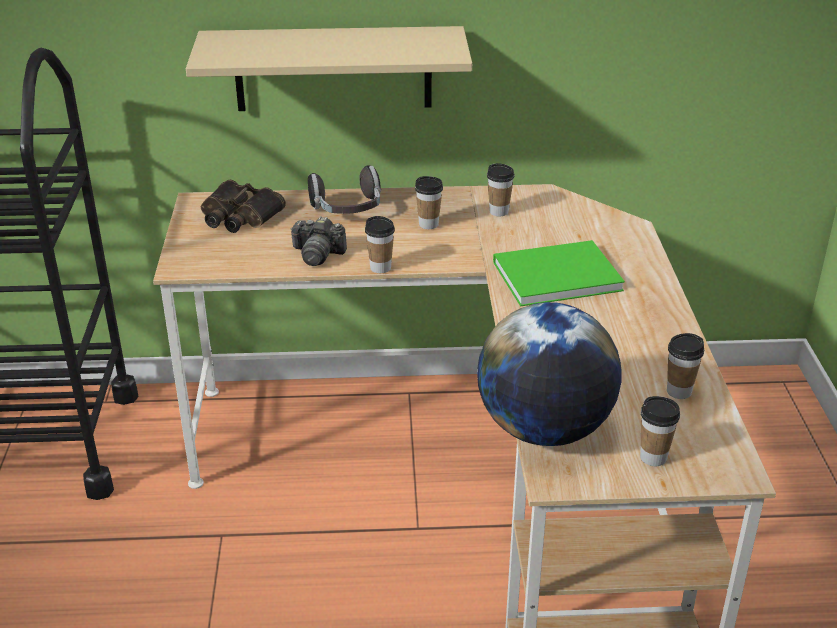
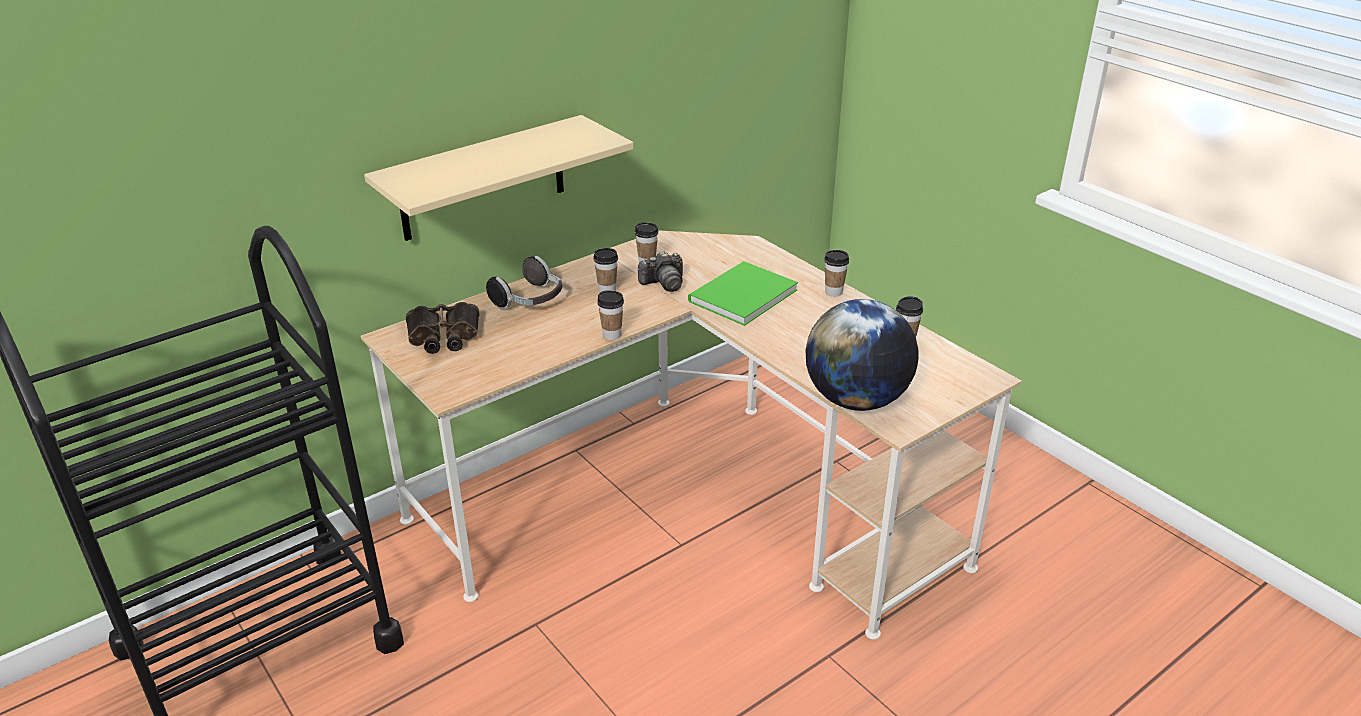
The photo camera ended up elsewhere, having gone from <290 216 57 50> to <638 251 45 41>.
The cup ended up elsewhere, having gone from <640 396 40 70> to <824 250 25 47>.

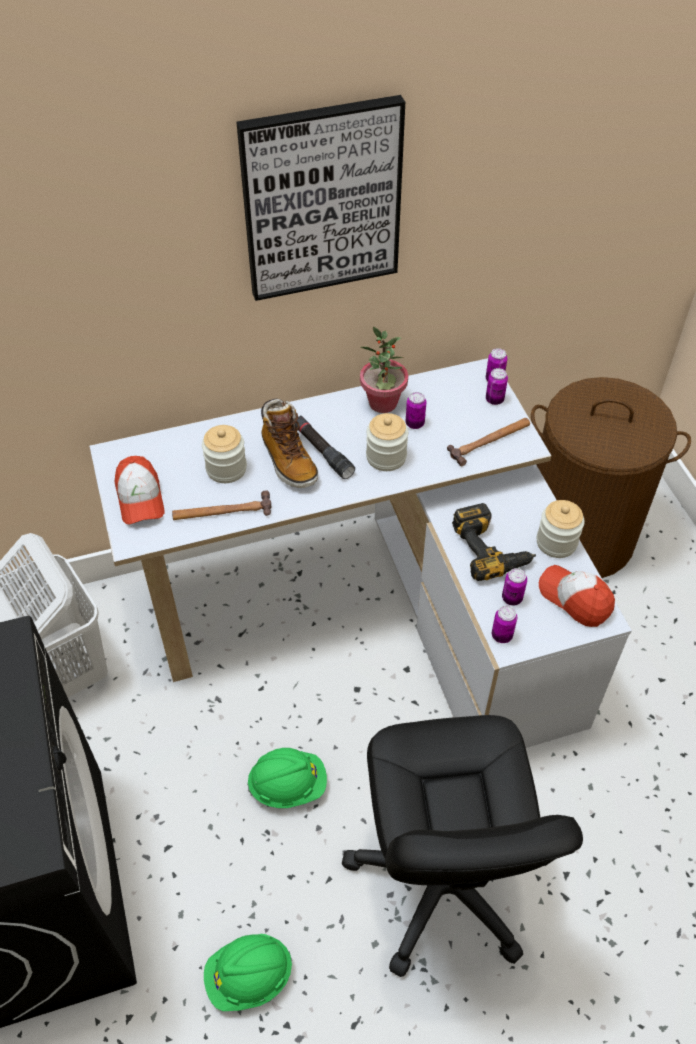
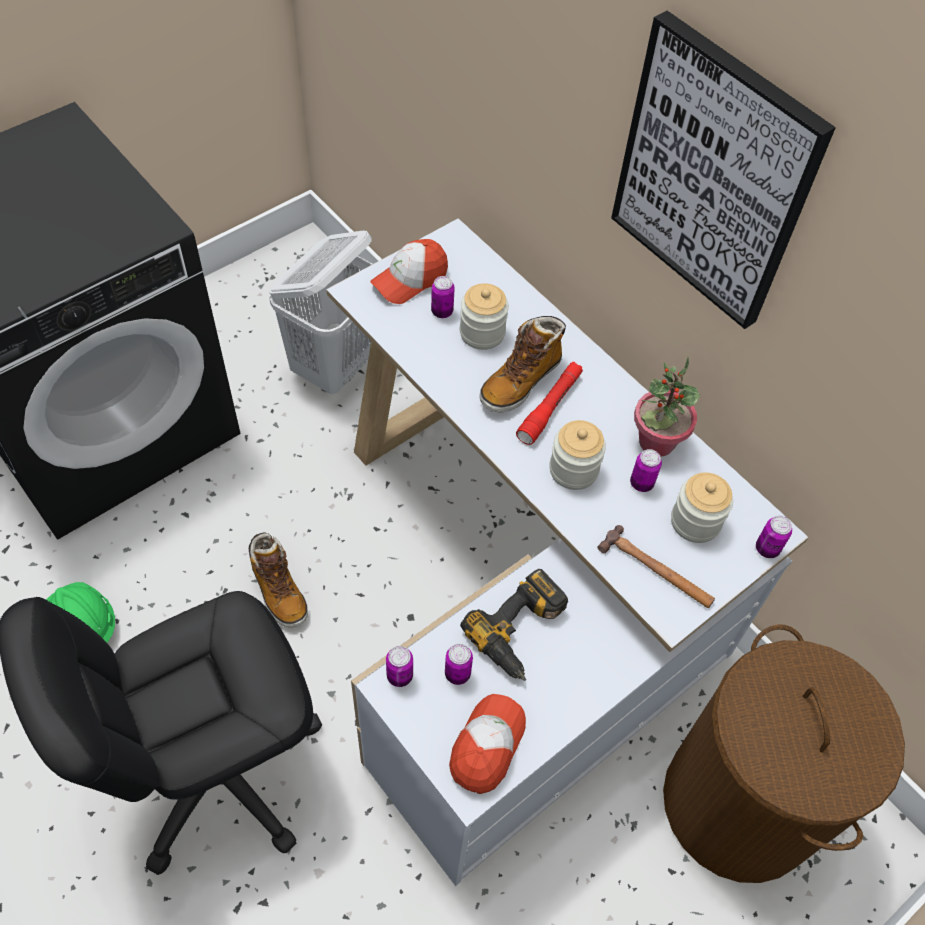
The can ended up elsewhere, having gone from <486 368 22 37> to <431 276 24 42>.
What was the black flashlight at <295 416 60 63> turned into the red flashlight at <516 362 67 83>.
The second view lost the hammer at <172 490 100 30>.
The jar ended up elsewhere, having gone from <537 500 48 58> to <671 472 62 71>.
Where the green hard hat stood at <247 748 80 60>, the boot came to stand at <249 532 59 95>.

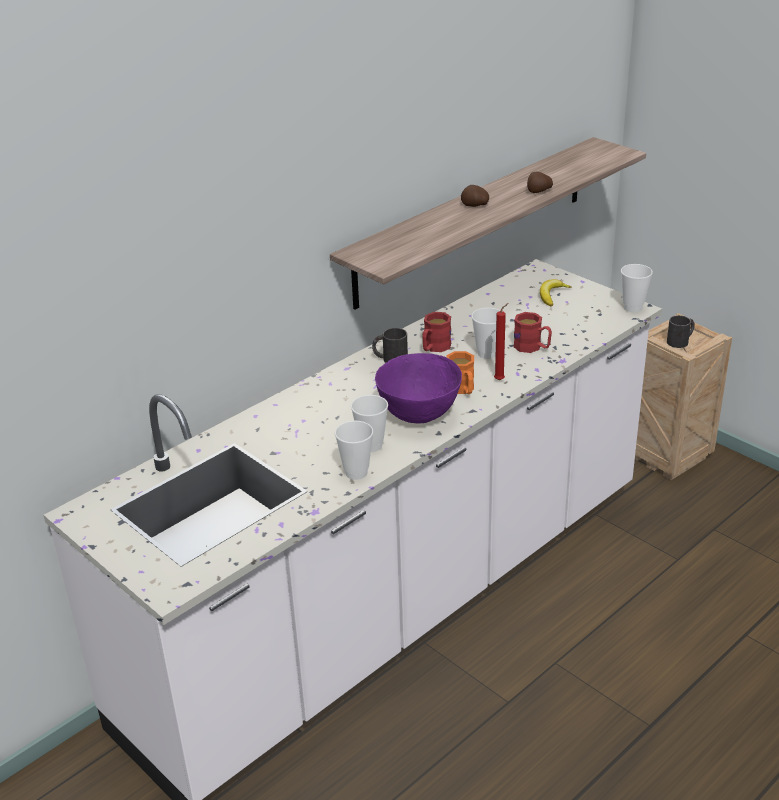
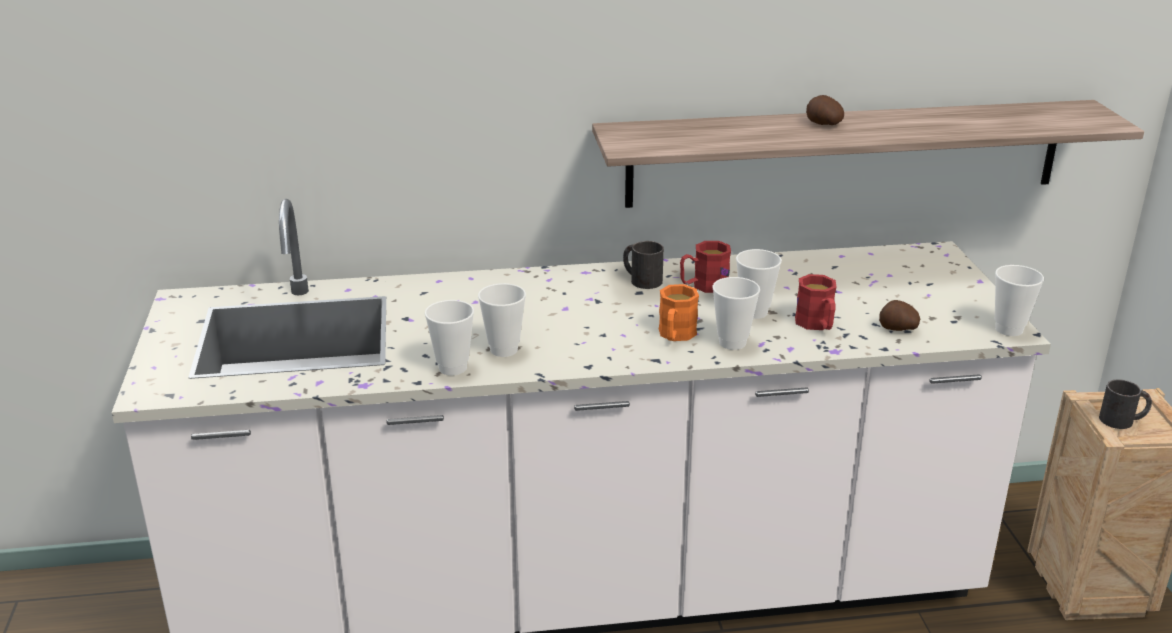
The potato ended up elsewhere, having gone from <527 172 26 21> to <879 300 41 31>.
The second view lost the banana at <540 279 32 27>.
Where the red candle stood at <494 303 15 78>, the cup came to stand at <712 277 48 73>.
The second view lost the purple bowl at <375 353 87 71>.

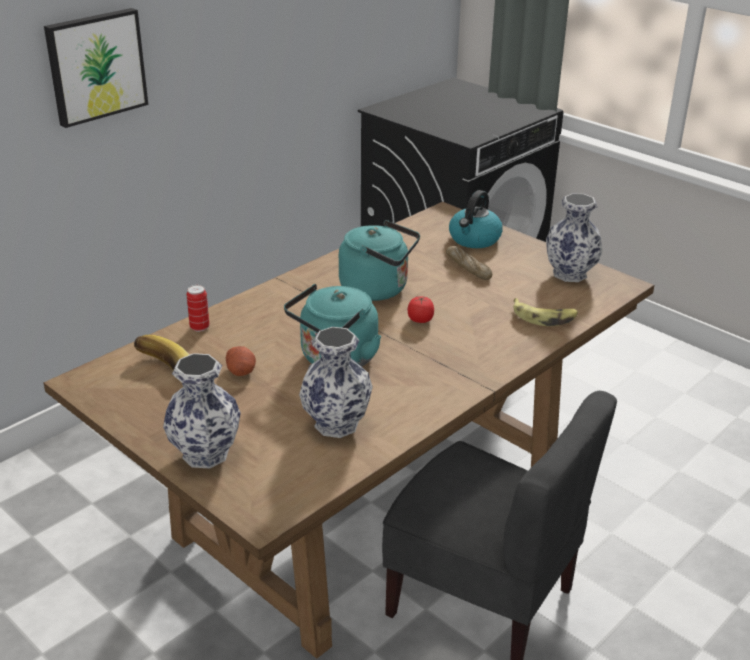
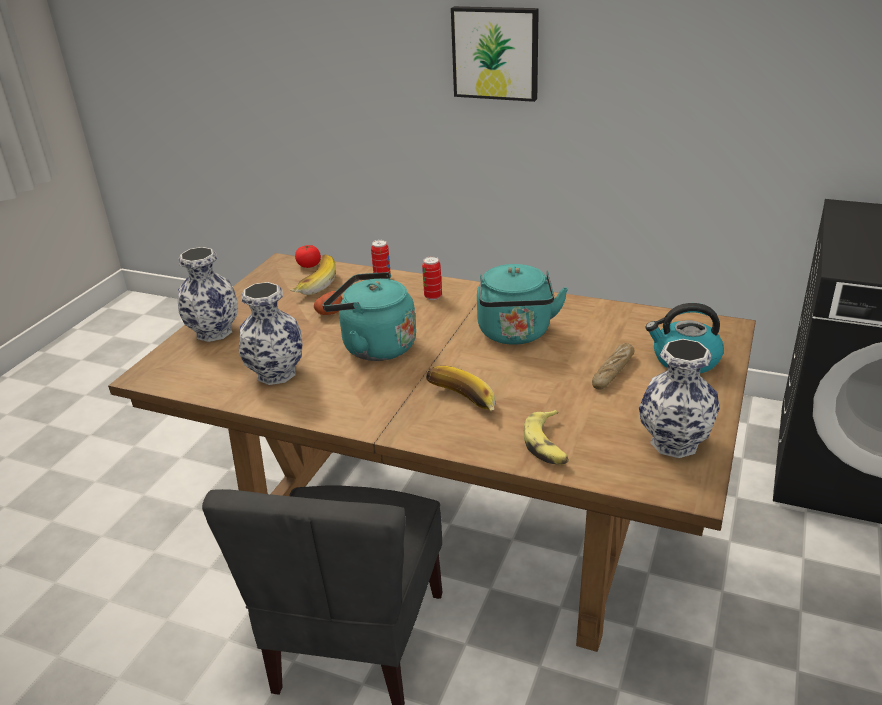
The tomato ended up elsewhere, having gone from <408 296 26 27> to <295 245 26 23>.
The second view gained the can at <422 256 20 44>.
The second view gained the banana at <426 366 69 46>.

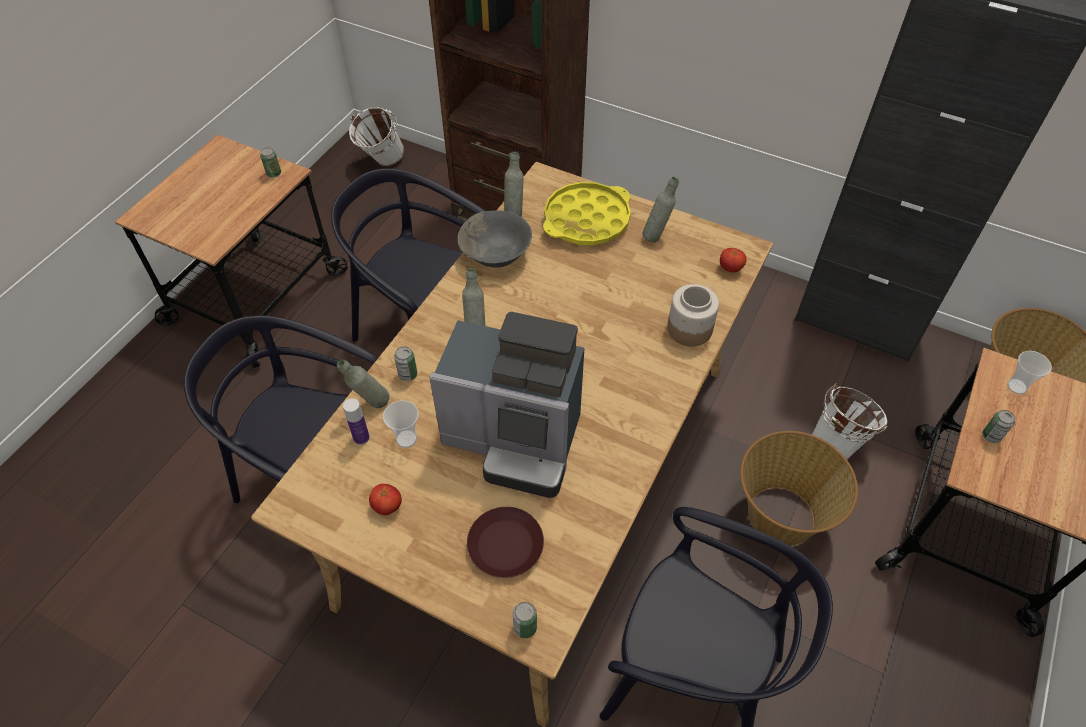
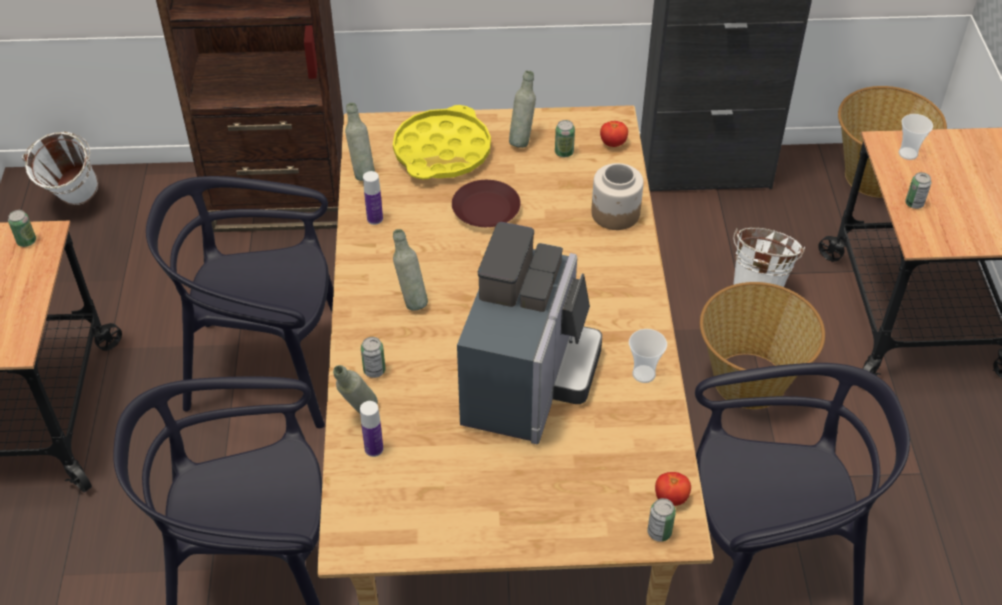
Where the grey bowl stood at <458 211 74 56>, the bottle came to stand at <363 171 20 54>.
The coffee machine at <429 312 155 186> ended up facing another way, 60 degrees counterclockwise from before.
The cup ended up elsewhere, having gone from <383 400 36 48> to <629 329 38 54>.
The tomato ended up elsewhere, having gone from <369 484 33 31> to <655 472 36 34>.
The brown plate ended up elsewhere, having gone from <467 507 77 71> to <452 180 69 47>.
The second view gained the can at <555 120 20 37>.

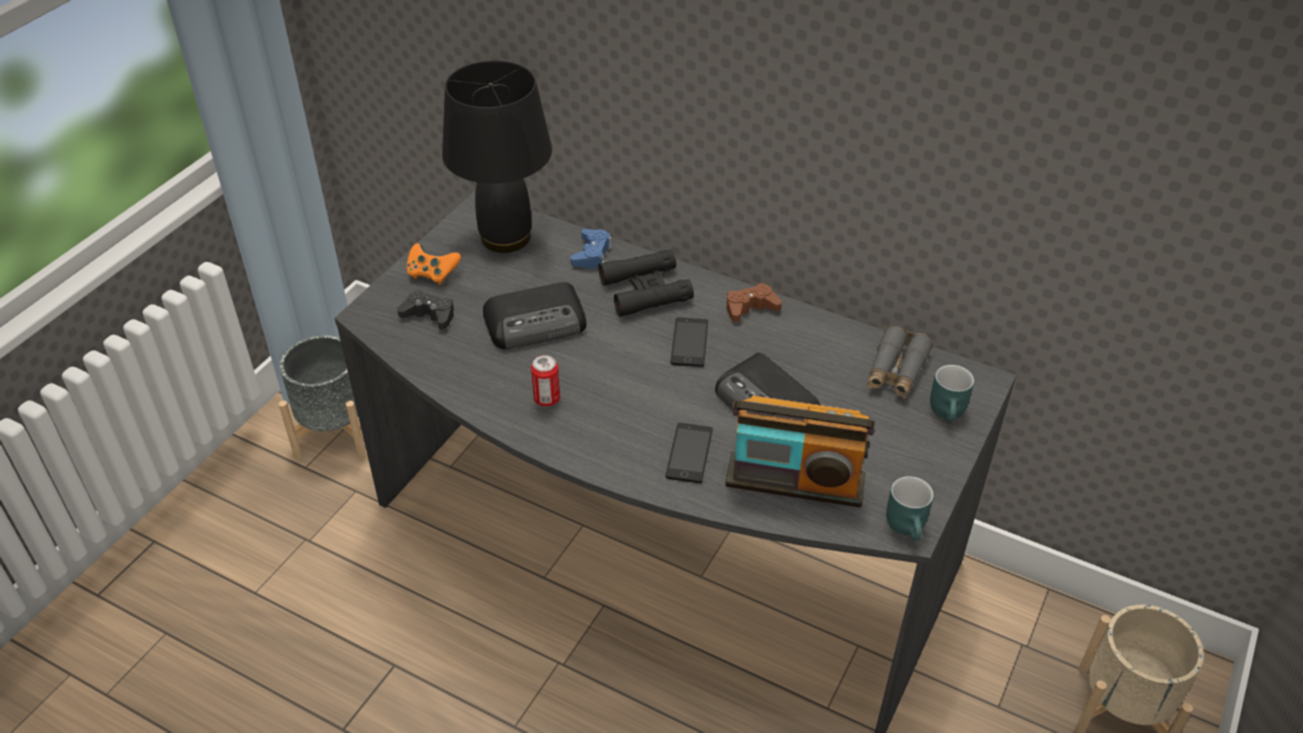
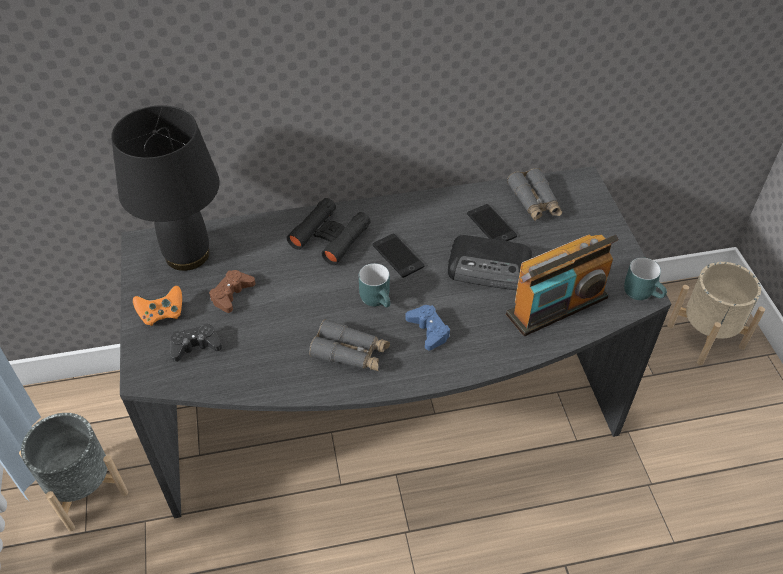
The blue game controller ended up elsewhere, having gone from <570 229 42 40> to <405 305 45 45>.
The second view lost the radio at <483 282 103 67>.
The brown game controller ended up elsewhere, having gone from <727 283 55 39> to <209 270 46 43>.
Where the can stood at <531 355 29 51>, the grey binoculars came to stand at <309 319 81 52>.
The turquoise mug ended up elsewhere, having gone from <930 365 44 57> to <359 263 32 44>.
The phone ended up elsewhere, having gone from <665 423 48 60> to <467 204 50 37>.

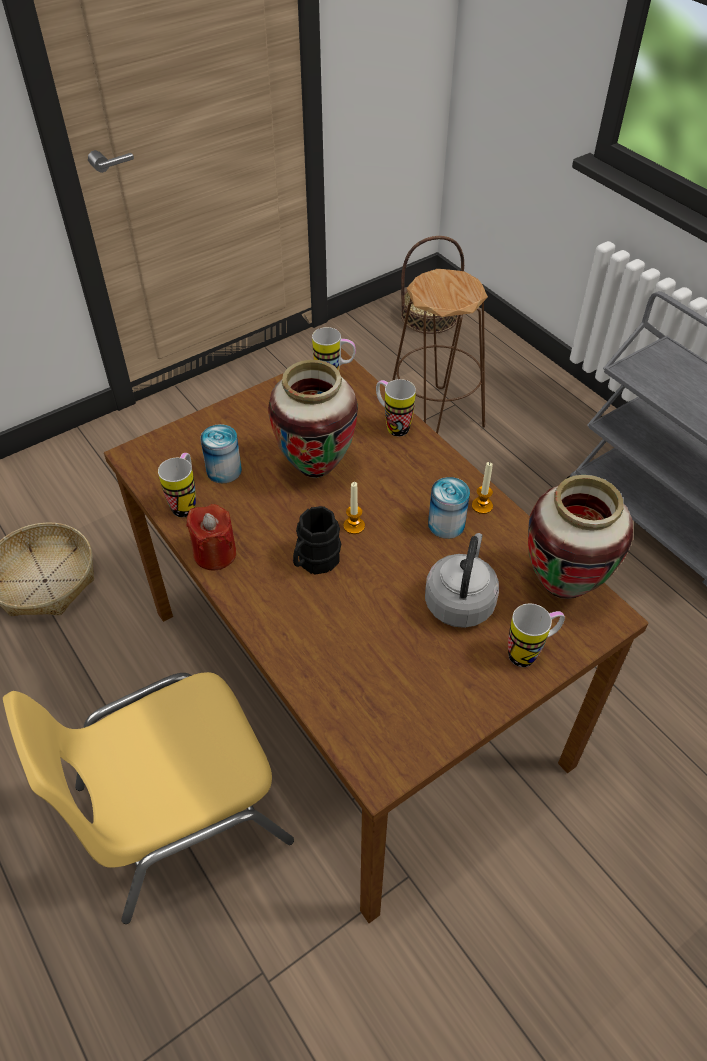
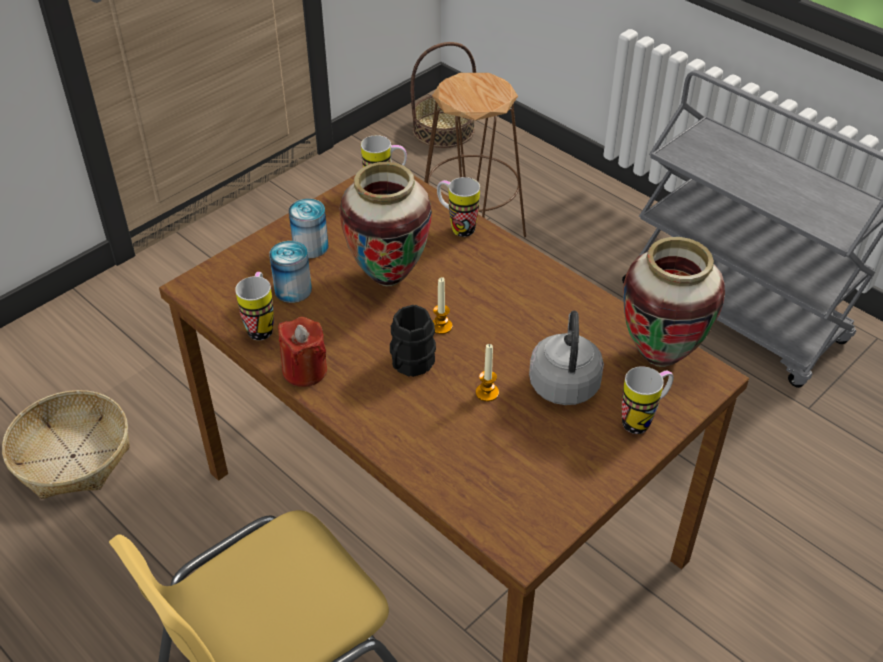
The candle ended up elsewhere, having gone from <472 462 21 52> to <476 344 23 58>.
The can ended up elsewhere, having gone from <428 477 42 62> to <289 199 40 59>.

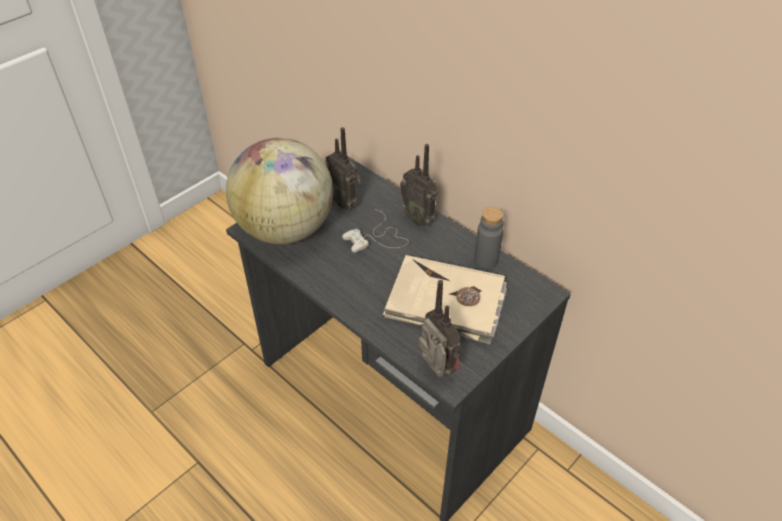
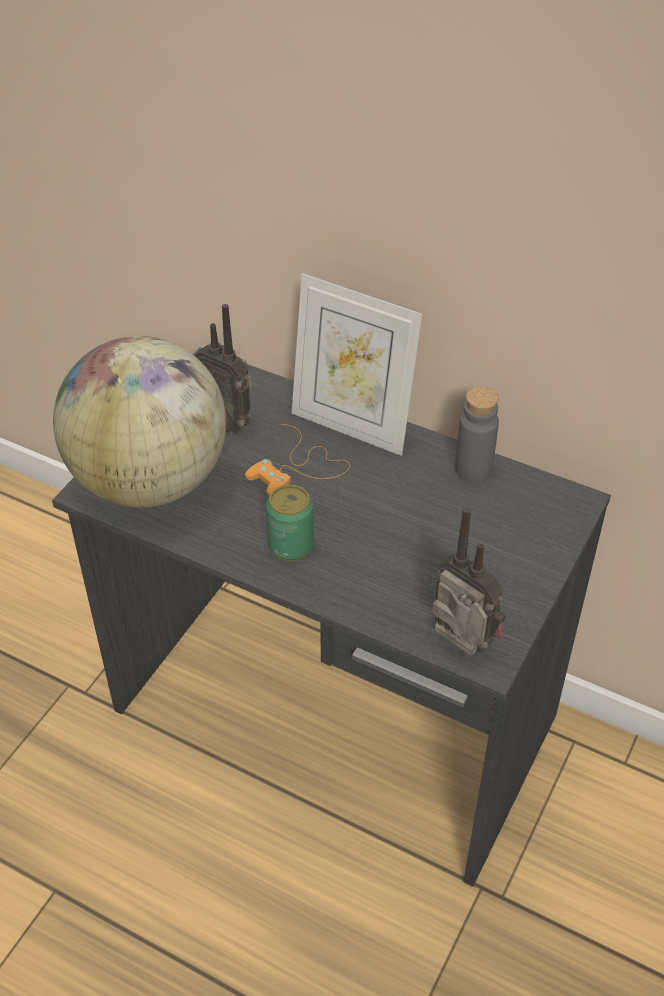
Where the radio stood at <400 144 38 83>, the picture frame came to stand at <292 273 131 183>.
What was the white game controller at <342 209 66 44> turned into the orange game controller at <245 424 105 72>.
The second view lost the beige book at <383 255 124 90>.
The second view gained the can at <266 484 48 77>.

